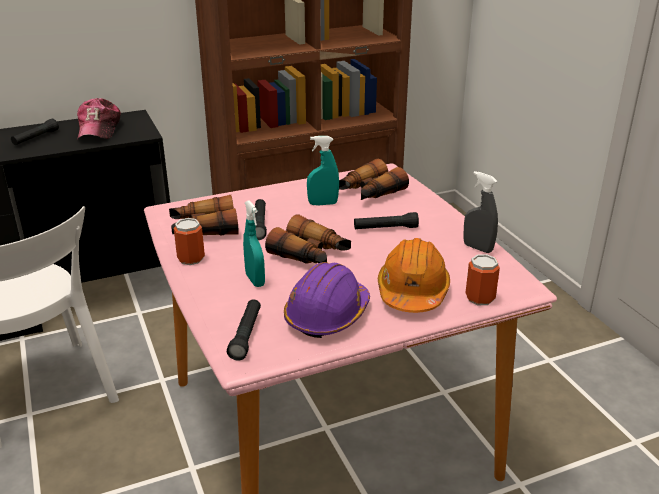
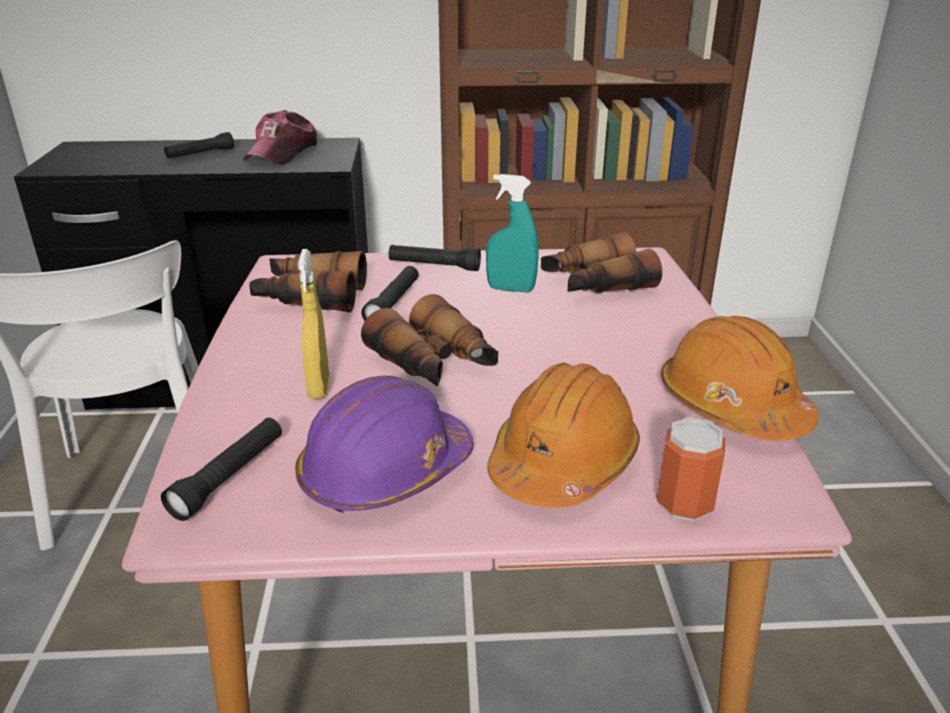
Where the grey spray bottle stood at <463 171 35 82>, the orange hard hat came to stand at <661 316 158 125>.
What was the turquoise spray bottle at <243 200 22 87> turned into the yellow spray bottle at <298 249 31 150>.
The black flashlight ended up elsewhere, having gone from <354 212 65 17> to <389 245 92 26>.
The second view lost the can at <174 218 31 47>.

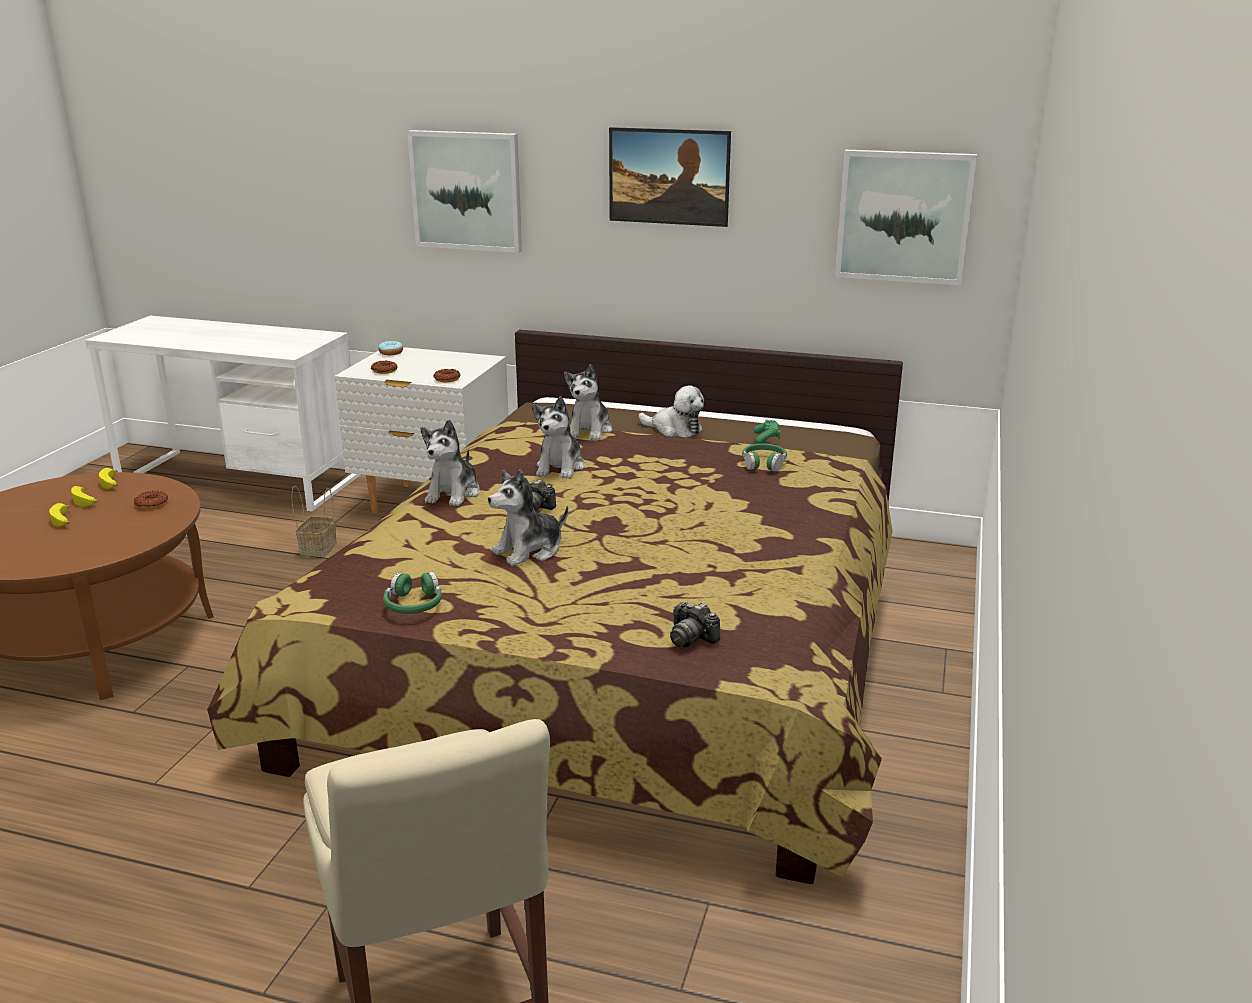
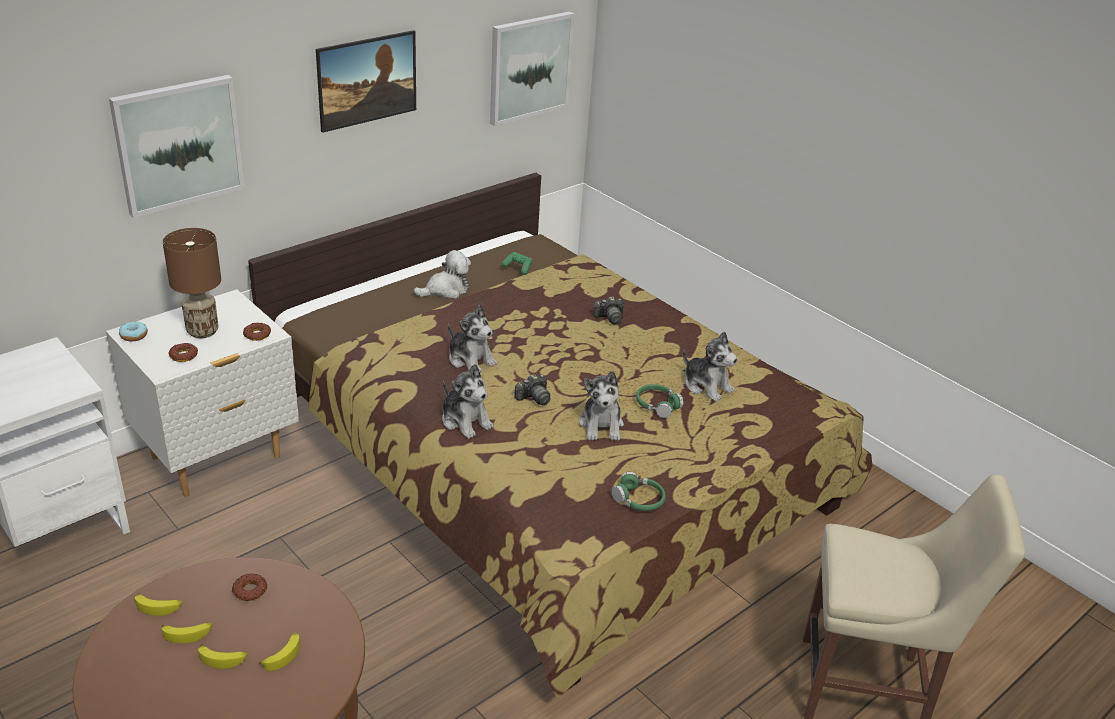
The plush toy ended up elsewhere, having gone from <564 364 48 76> to <683 331 55 71>.
The green headphones ended up elsewhere, having gone from <742 443 45 28> to <636 384 47 34>.
The second view lost the basket at <292 486 45 71>.
The photo camera ended up elsewhere, having gone from <670 602 50 46> to <593 296 31 28>.
The second view gained the brown table lamp at <163 228 58 110>.
The second view gained the banana at <259 633 41 38>.

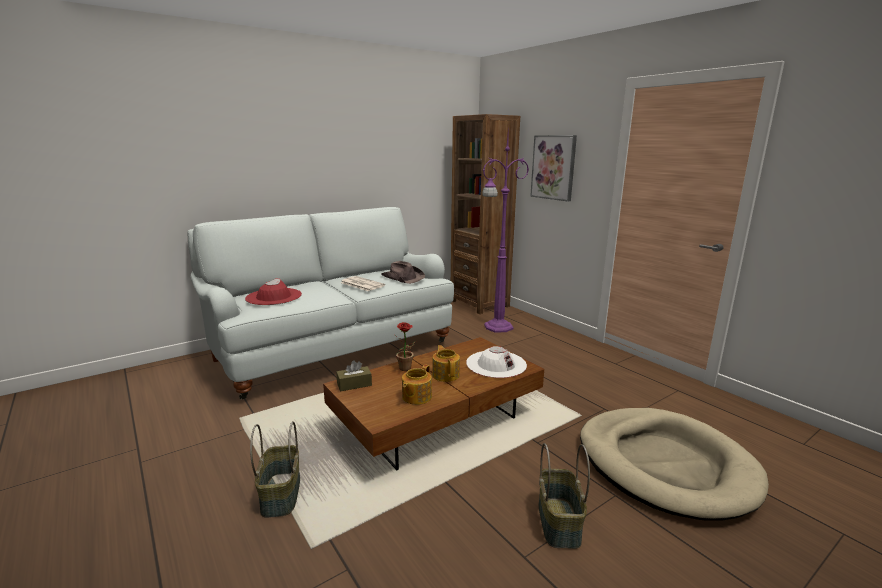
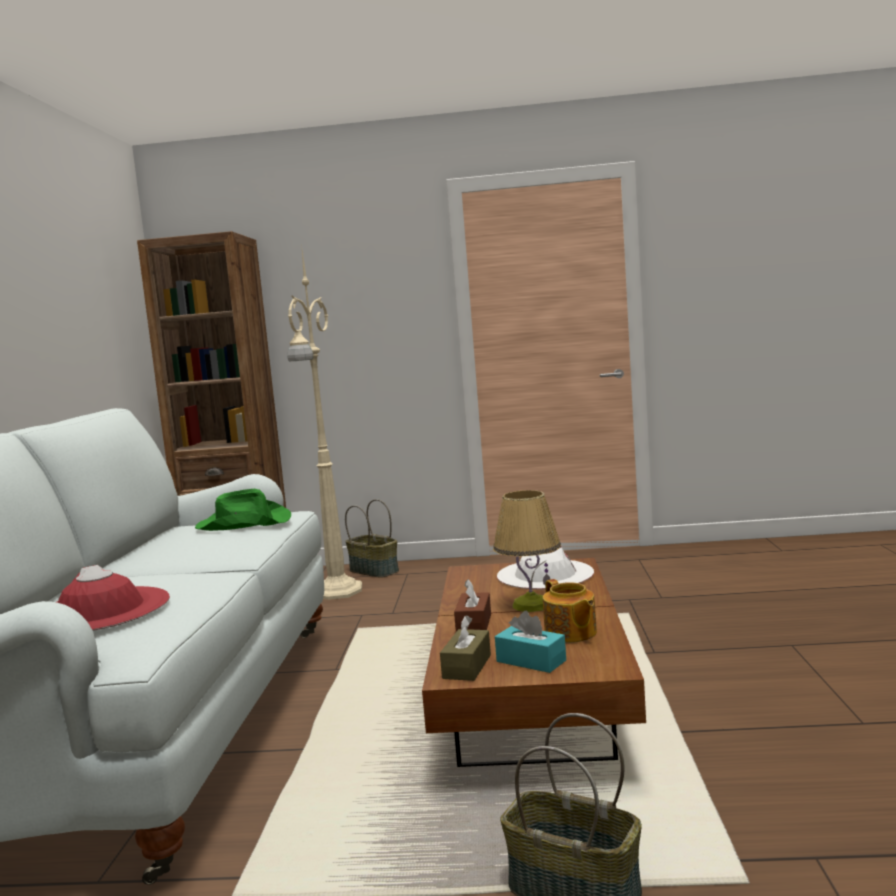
What was the purple floor lamp at <482 125 47 208> turned into the beige floor lamp at <287 250 75 350>.
The second view lost the picture at <530 135 47 67>.
What was the brown hat at <381 261 44 23> turned into the green hat at <195 489 96 42>.
The second view lost the newspaper at <340 276 45 15>.
Where the potted plant stood at <395 322 21 49>, the brown tissue box came to stand at <454 579 37 53>.
Where the teapot stood at <432 345 28 37>, the table lamp came to stand at <493 490 68 122>.
The second view lost the beige dog bed at <580 408 189 113>.
The basket ended up elsewhere, having gone from <539 443 51 106> to <345 499 54 79>.
The second view gained the turquoise tissue box at <495 611 71 62>.

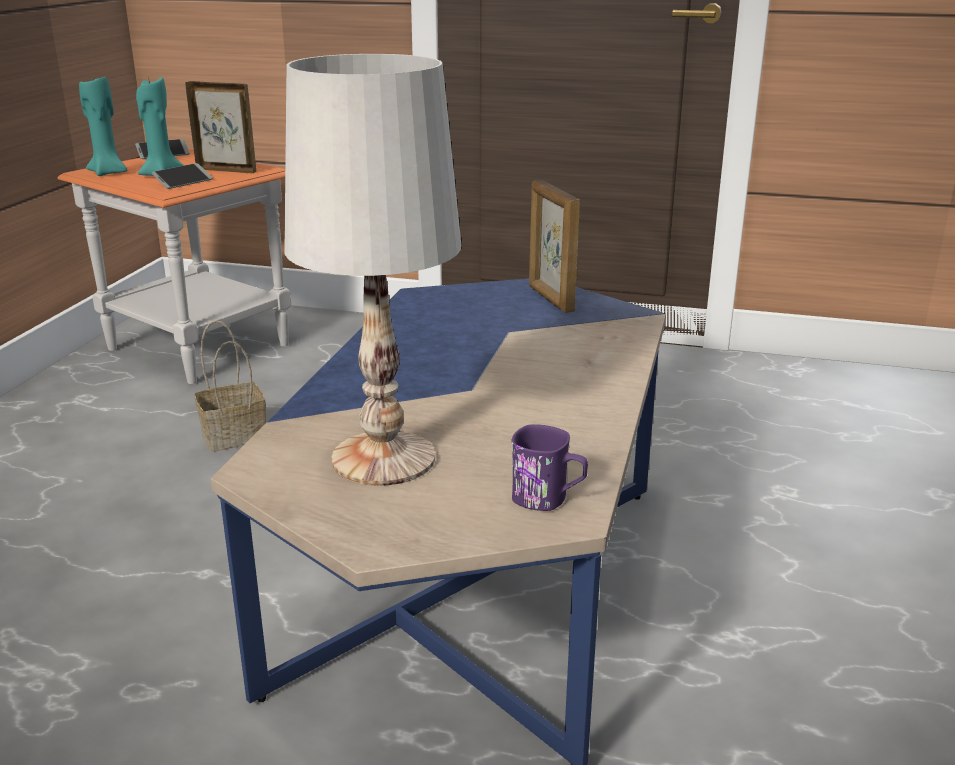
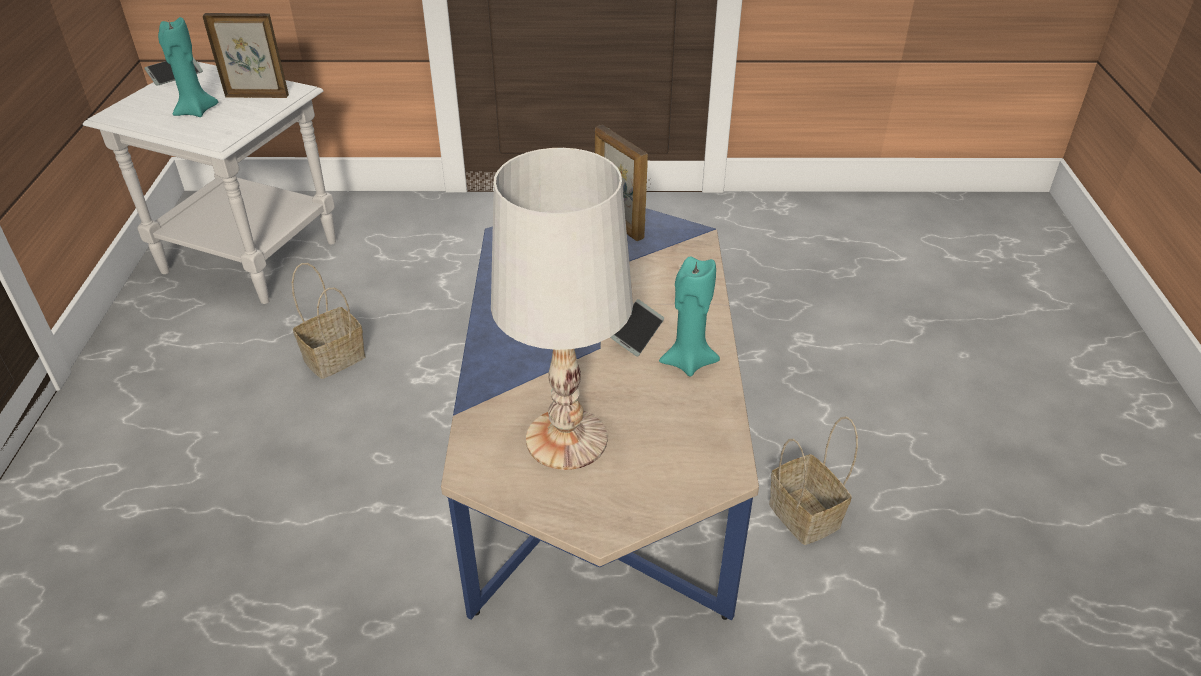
The turquoise candle ended up elsewhere, having gone from <79 76 48 100> to <659 256 61 121>.
What was the orange side table at <58 149 233 235> turned into the white side table at <83 61 253 243>.
The phone ended up elsewhere, having gone from <152 163 61 26> to <610 299 54 58>.
The second view lost the purple mug at <511 424 77 87>.
The second view gained the basket at <769 416 89 129>.

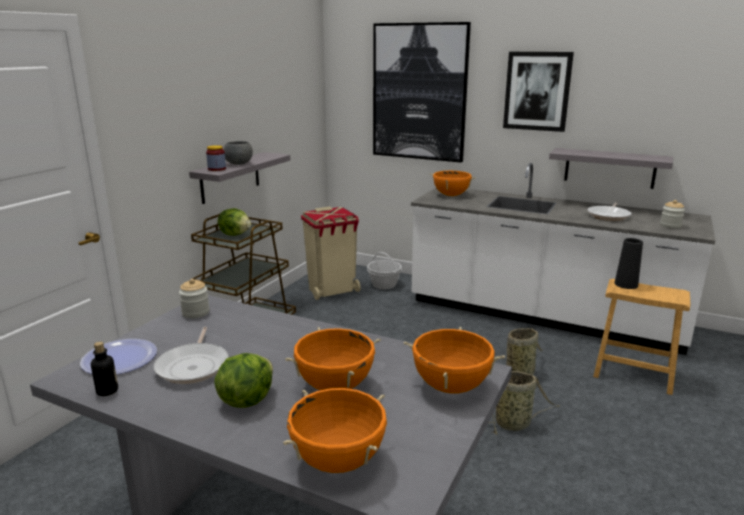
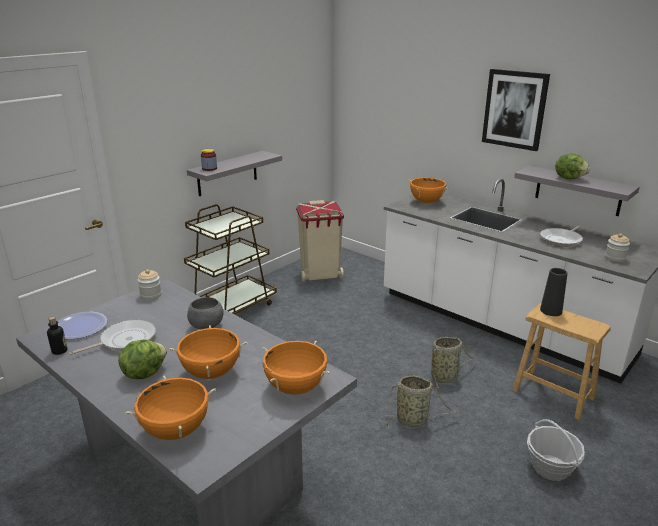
The second view lost the picture at <373 22 98 141>.
The grey bowl ended up elsewhere, having gone from <224 141 29 24> to <187 297 36 32>.
The lettuce ended up elsewhere, having gone from <218 208 33 28> to <555 154 35 25>.
The basket ended up elsewhere, having gone from <367 252 35 38> to <527 419 58 62>.
The frying pan at <153 327 75 57> ended up facing another way, 135 degrees counterclockwise from before.

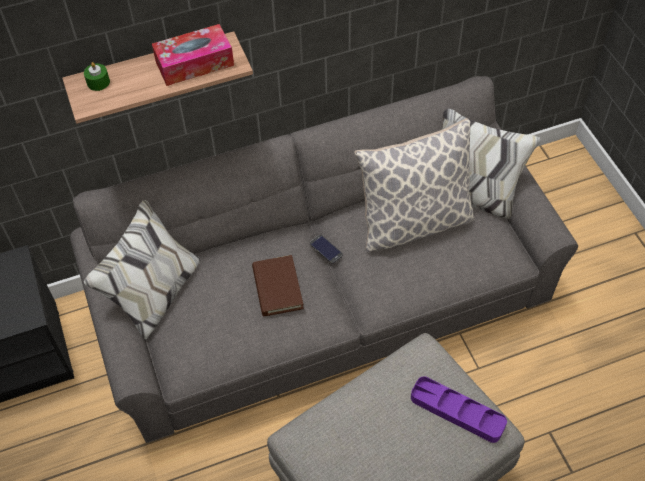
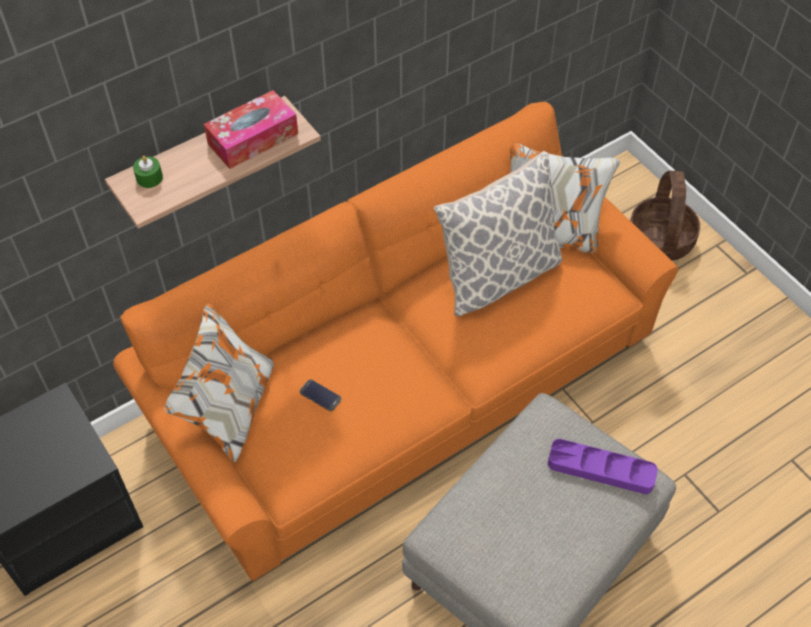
What was the grey sofa at <70 76 508 367> turned into the orange sofa at <113 102 565 479>.
The phone ended up elsewhere, having gone from <310 235 33 28> to <300 379 42 32>.
The second view lost the brown book at <252 255 52 61>.
The second view gained the basket at <630 171 70 90>.

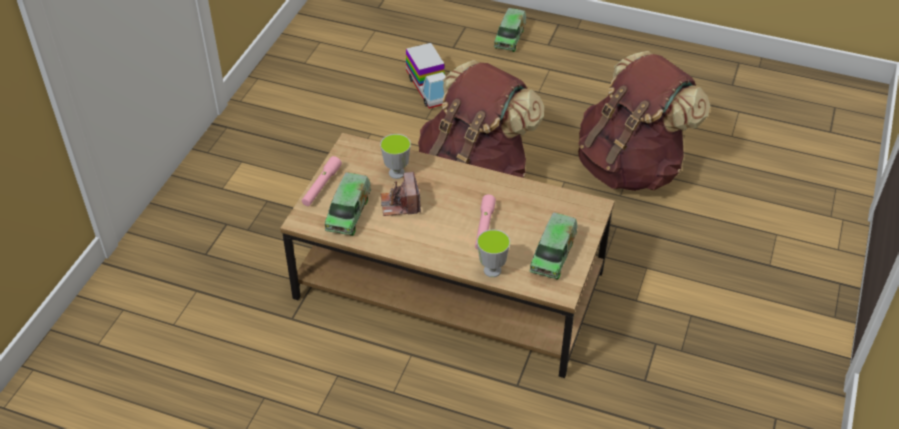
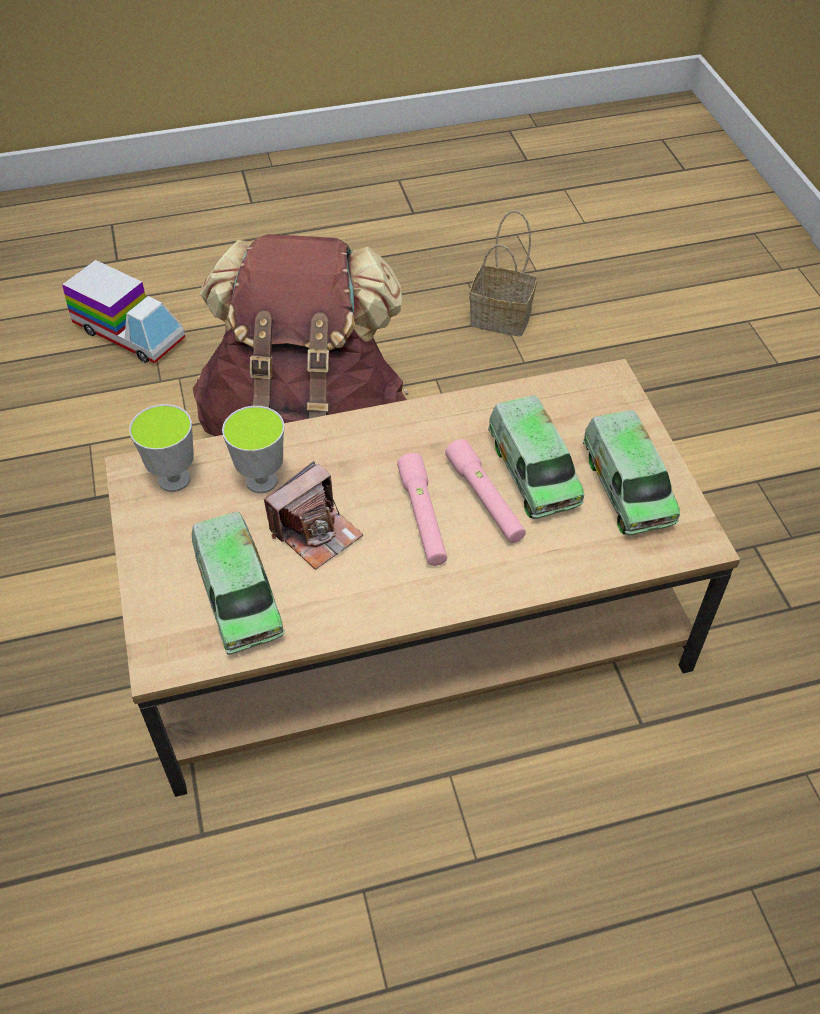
The toy truck ended up elsewhere, having gone from <494 8 32 44> to <488 395 96 124>.
Where the brown backpack stood at <578 51 132 140>, the basket came to stand at <469 211 68 125>.
The pink flashlight ended up elsewhere, having gone from <302 156 40 50> to <397 453 50 113>.
The photo camera at <381 172 40 44> ended up facing another way, 90 degrees counterclockwise from before.
The cup ended up elsewhere, having gone from <477 229 33 48> to <129 404 65 88>.

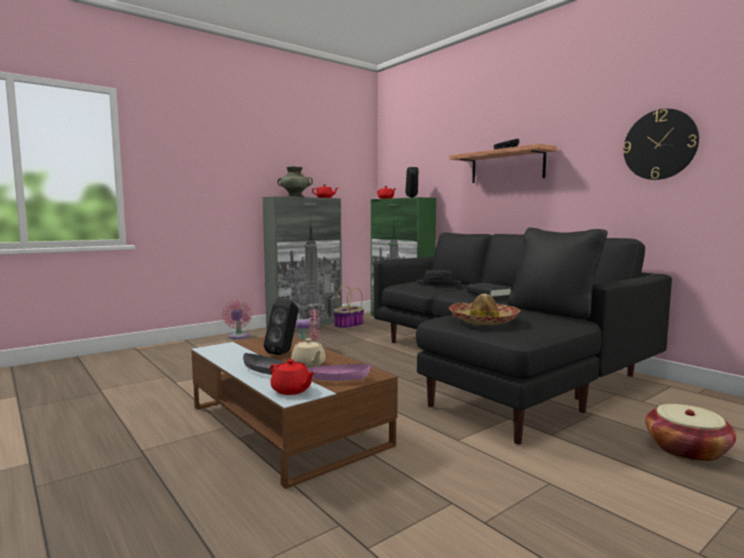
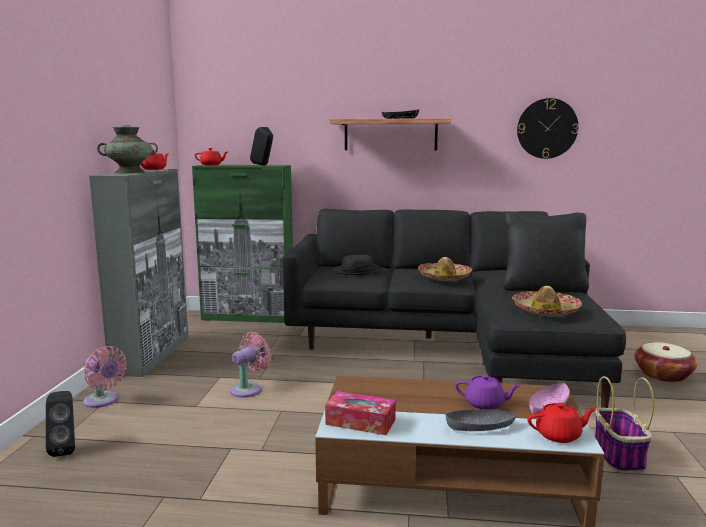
Where the black book stood at <467 283 45 15>, the hat came to stand at <418 257 54 24>.
The basket ended up elsewhere, having gone from <333 286 31 43> to <595 376 59 97>.
The black speaker ended up elsewhere, having gone from <264 299 35 56> to <46 391 29 66>.
What was the beige teapot at <291 338 35 30> turned into the purple teapot at <455 374 66 36>.
The second view gained the tissue box at <325 391 71 44>.

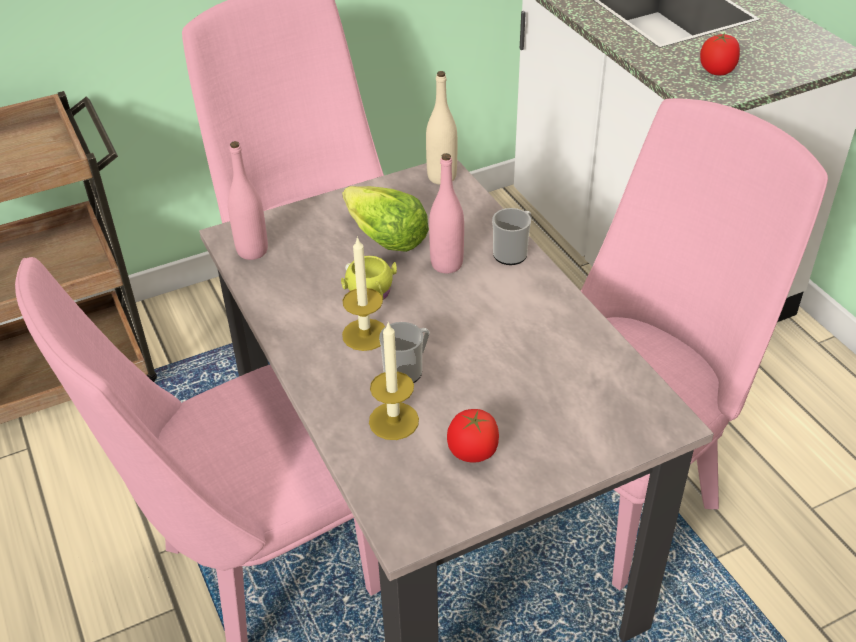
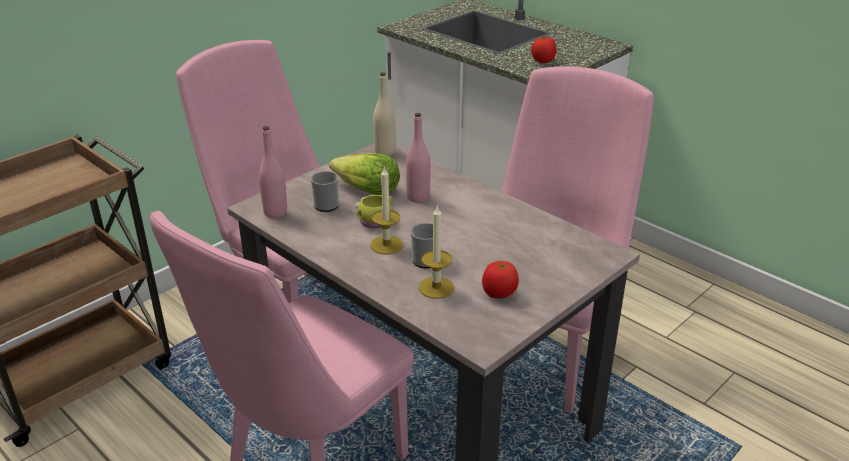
The mug ended up elsewhere, having gone from <492 208 39 57> to <310 171 29 41>.

